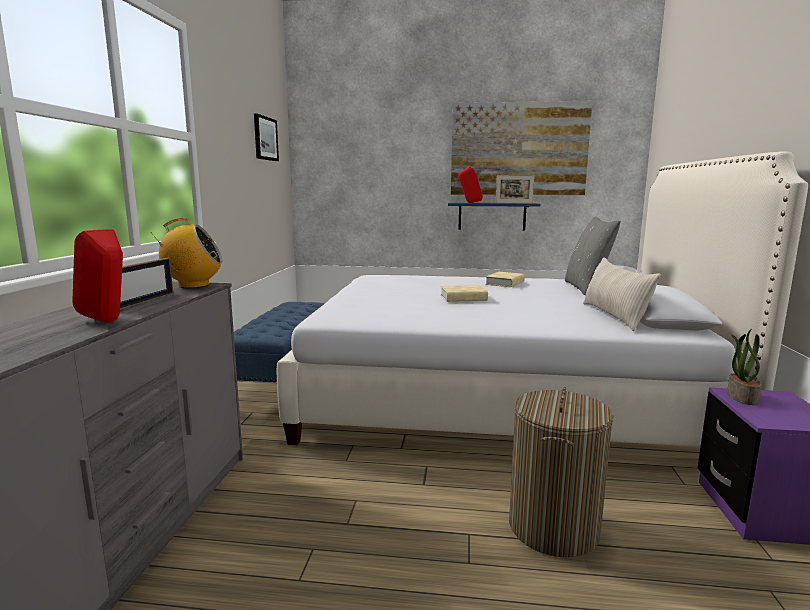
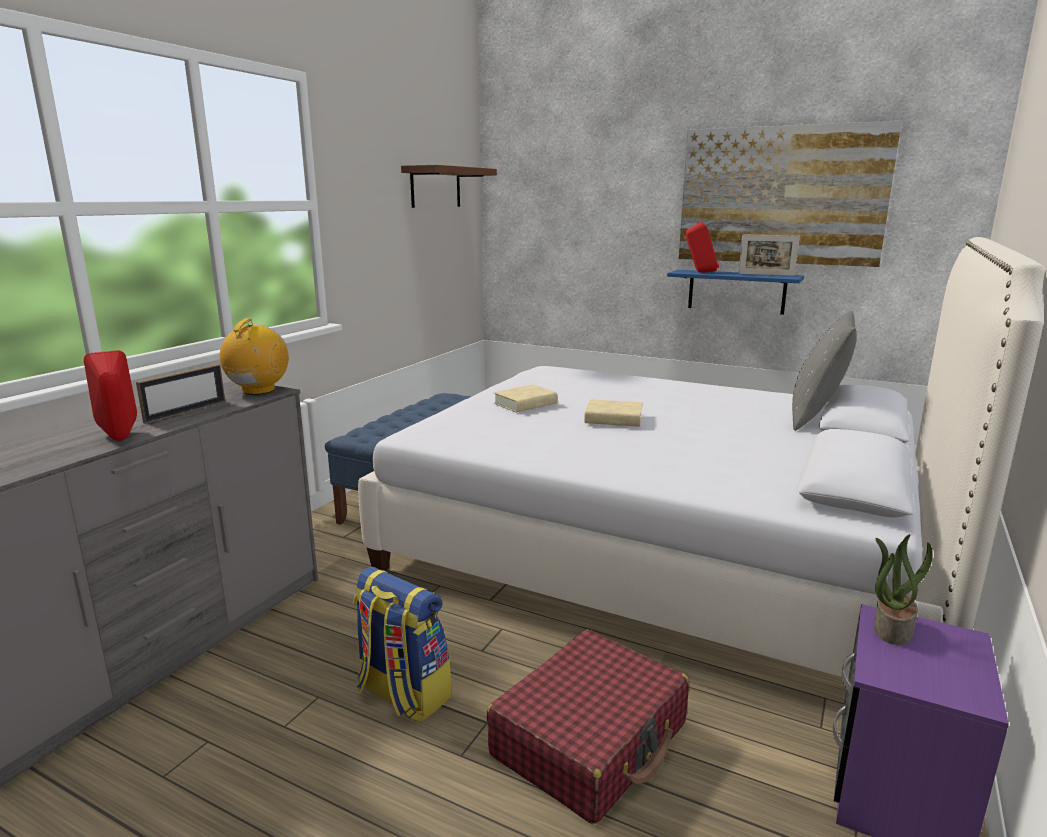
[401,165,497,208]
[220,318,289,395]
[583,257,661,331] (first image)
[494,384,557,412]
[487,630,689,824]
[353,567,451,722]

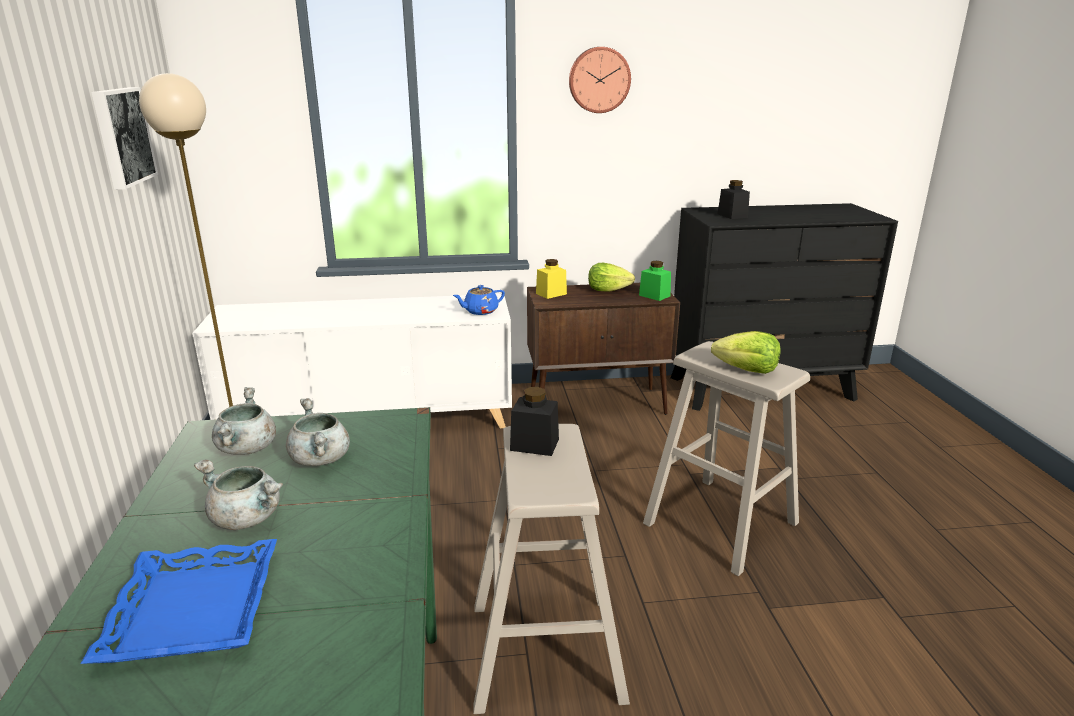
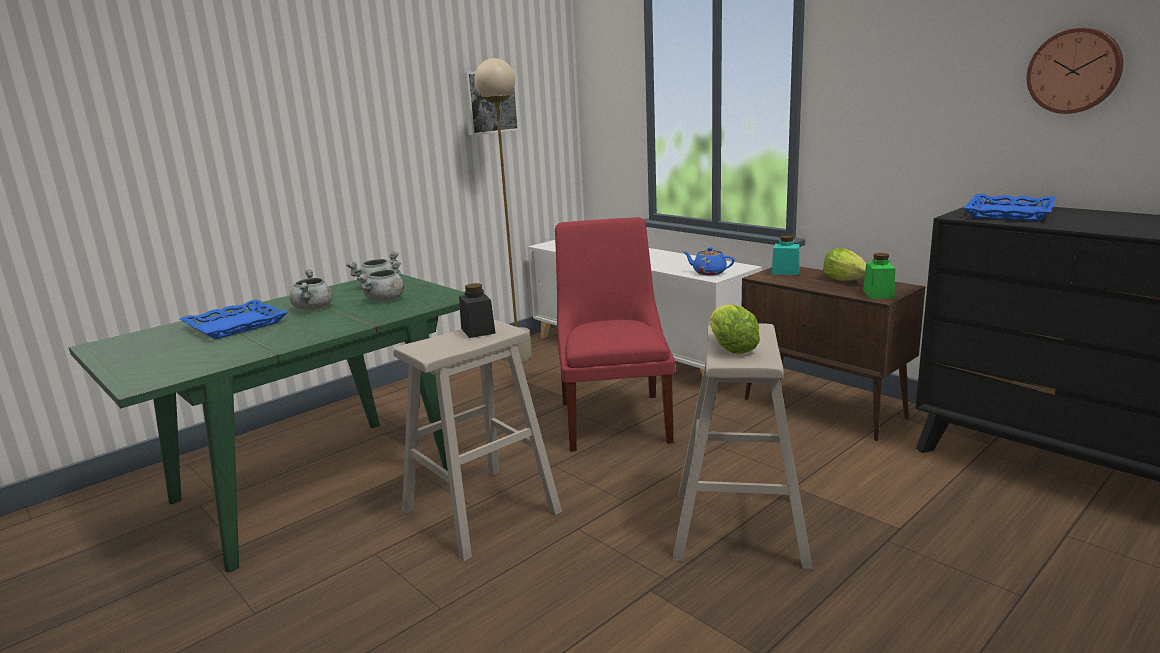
[1027,28,1123,114]
[963,194,1056,221]
[772,235,800,275]
[555,217,675,451]

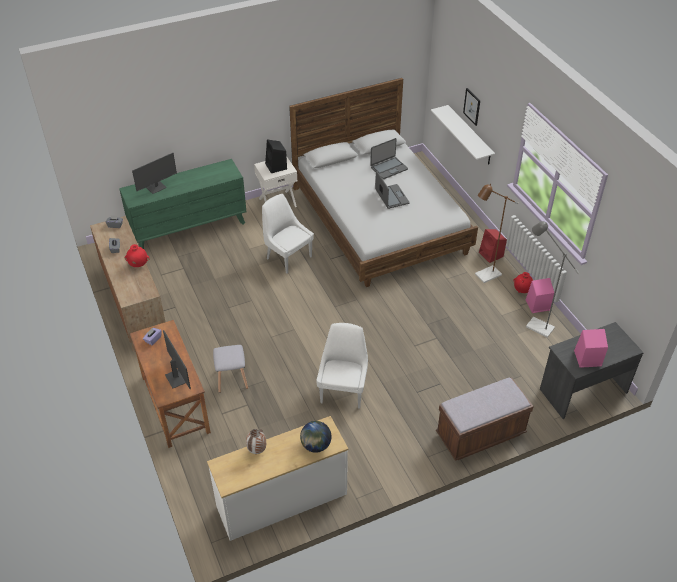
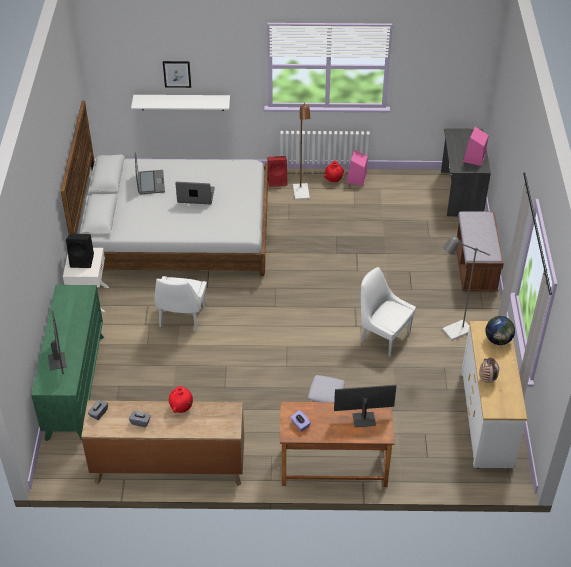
[154,276,207,331]
[442,236,491,340]

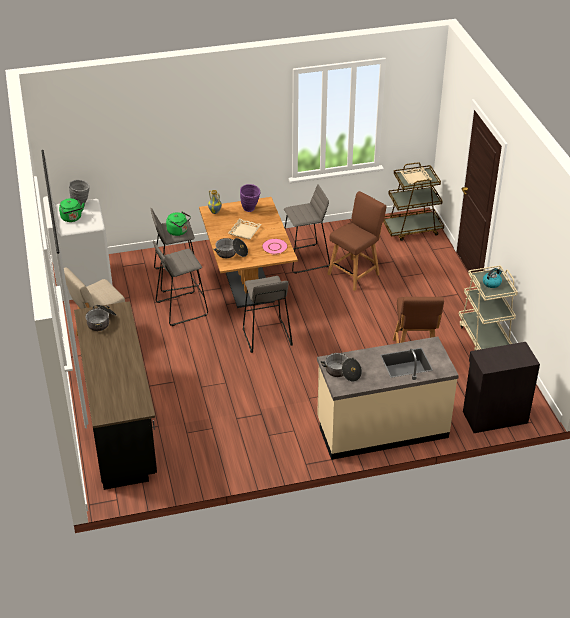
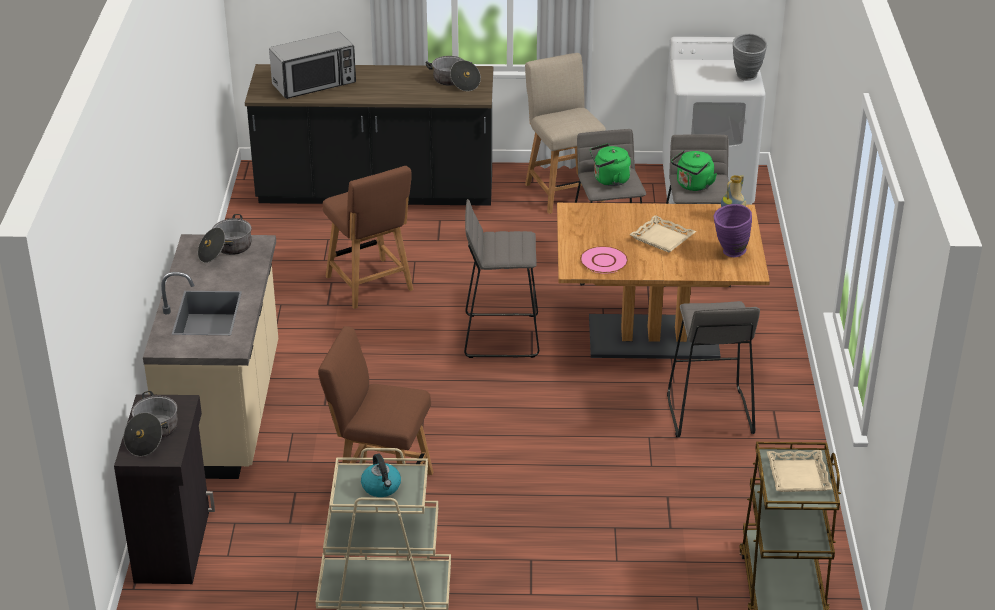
[323,166,414,309]
[590,143,631,186]
[124,391,178,457]
[269,32,356,99]

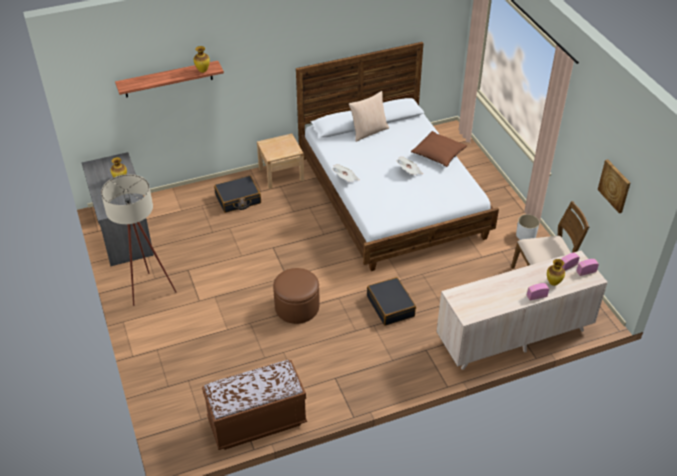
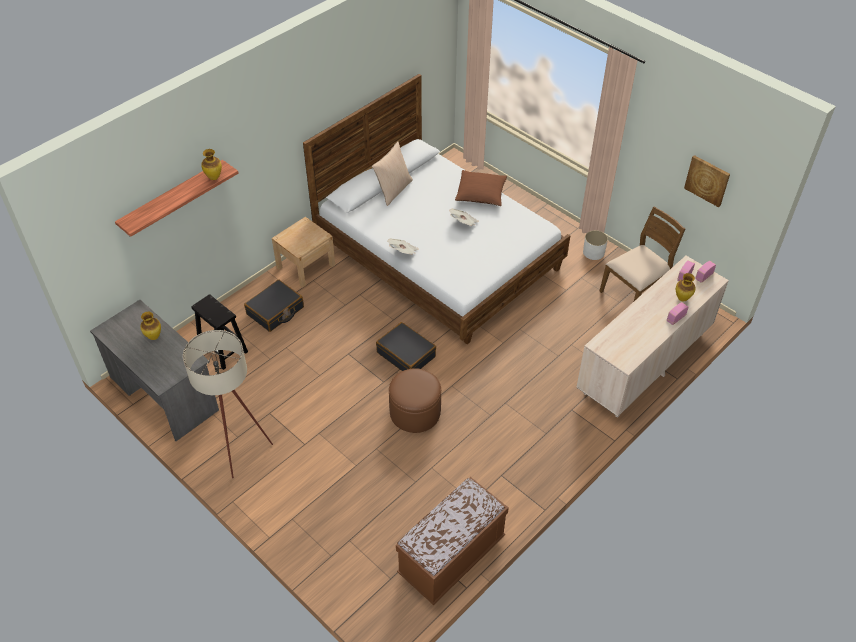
[376,322,436,371]
[191,294,248,370]

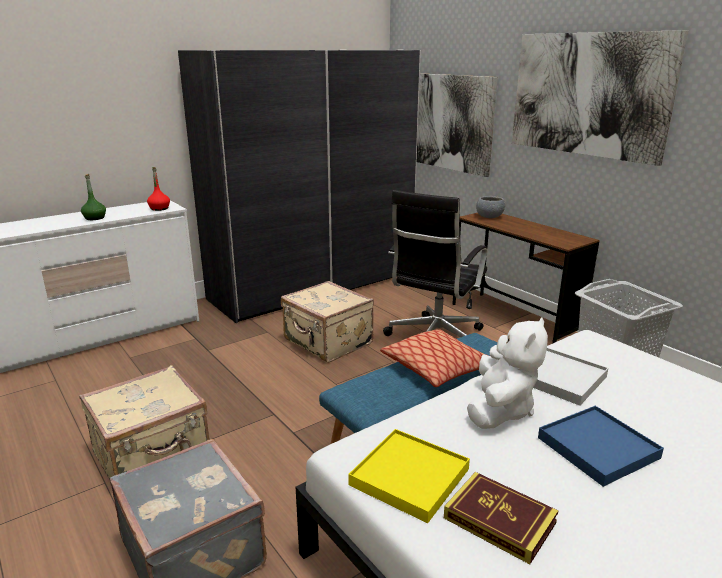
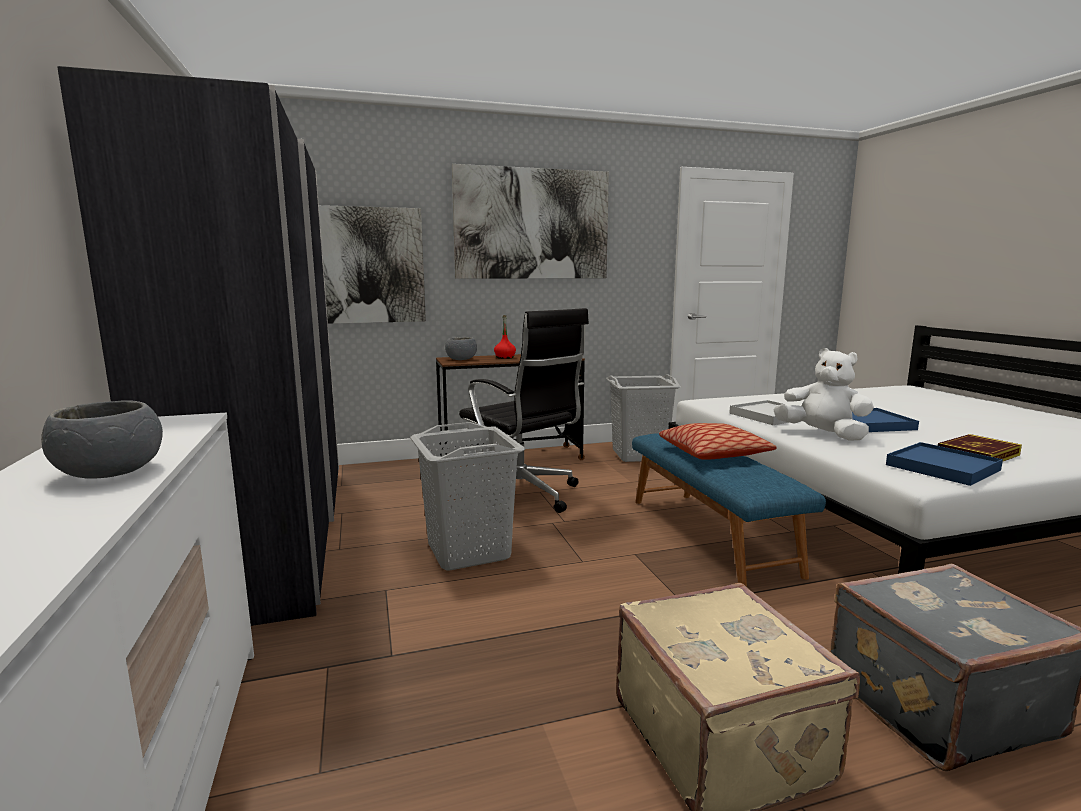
[494,315,516,359]
[41,400,163,479]
[410,422,525,571]
[886,442,1003,486]

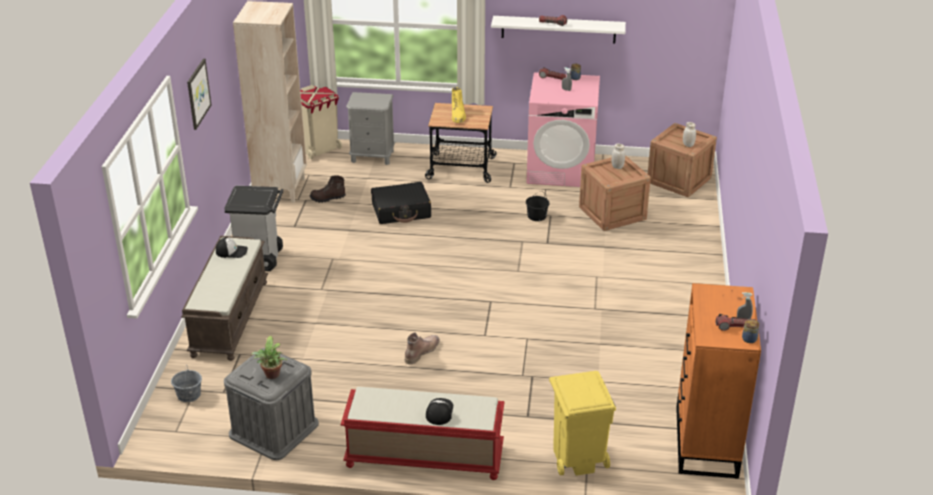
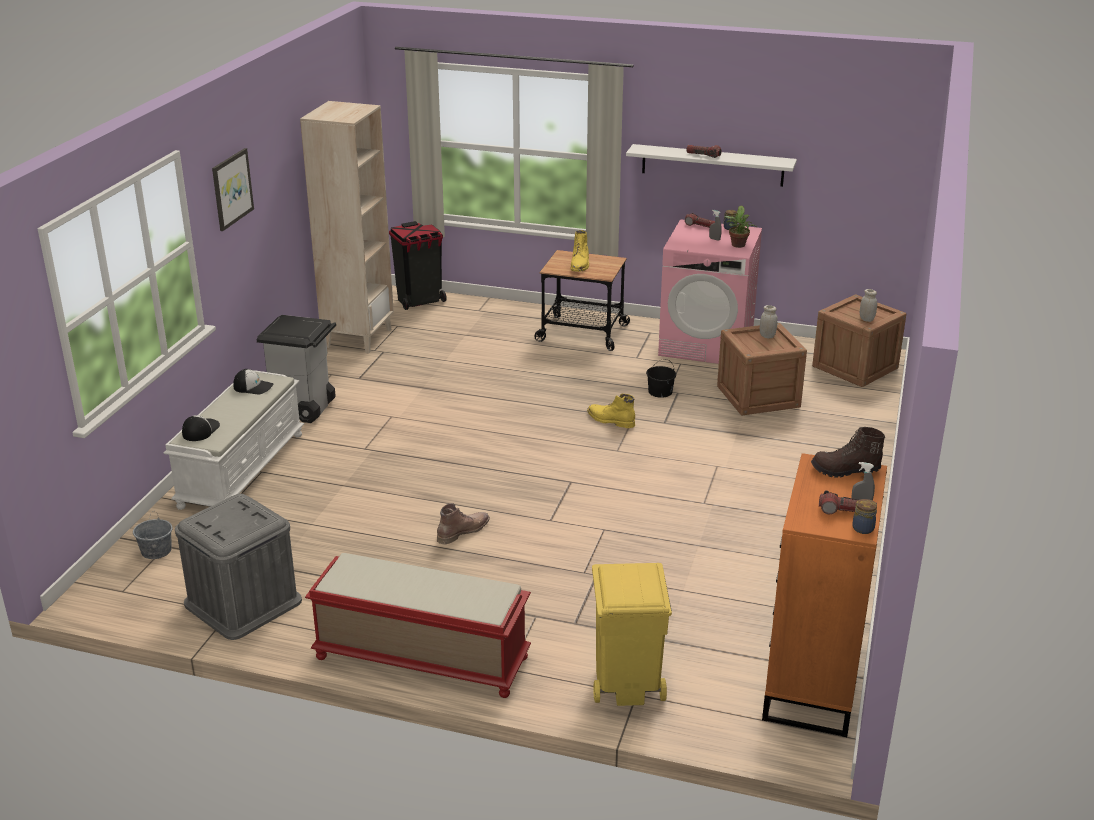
[389,221,447,310]
[346,92,395,165] (first image)
[811,427,885,478]
[371,182,431,224] (first image)
[164,370,304,510]
[724,206,757,248]
[182,415,220,441]
[587,393,635,428]

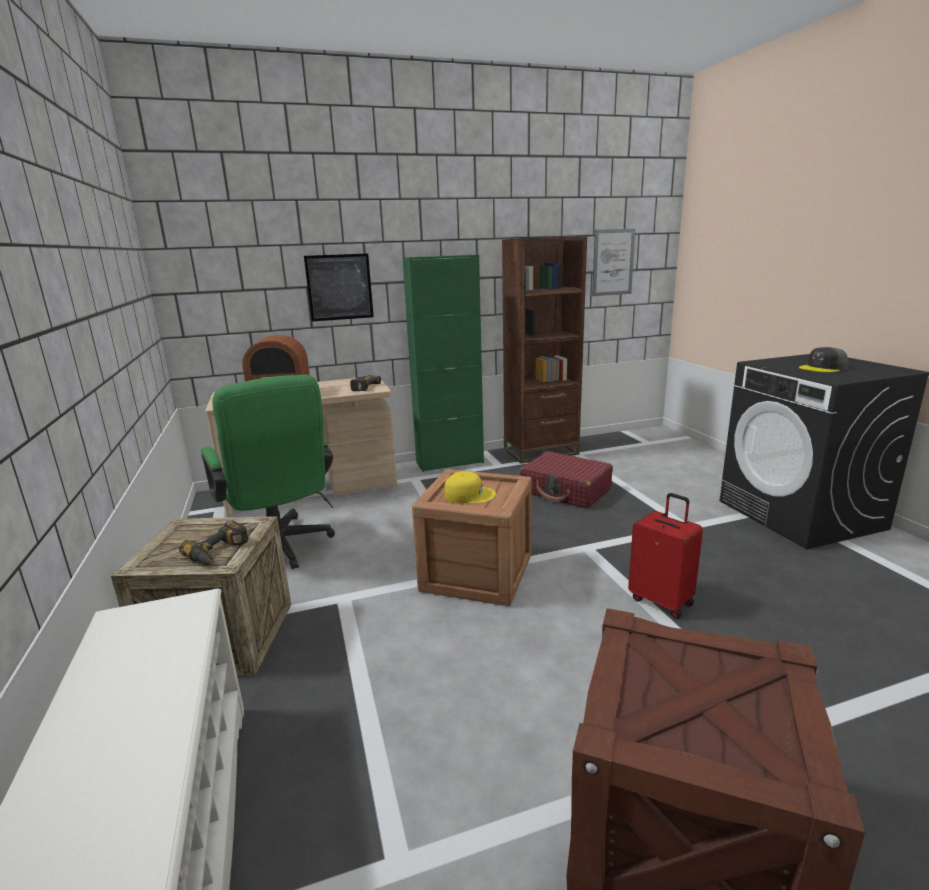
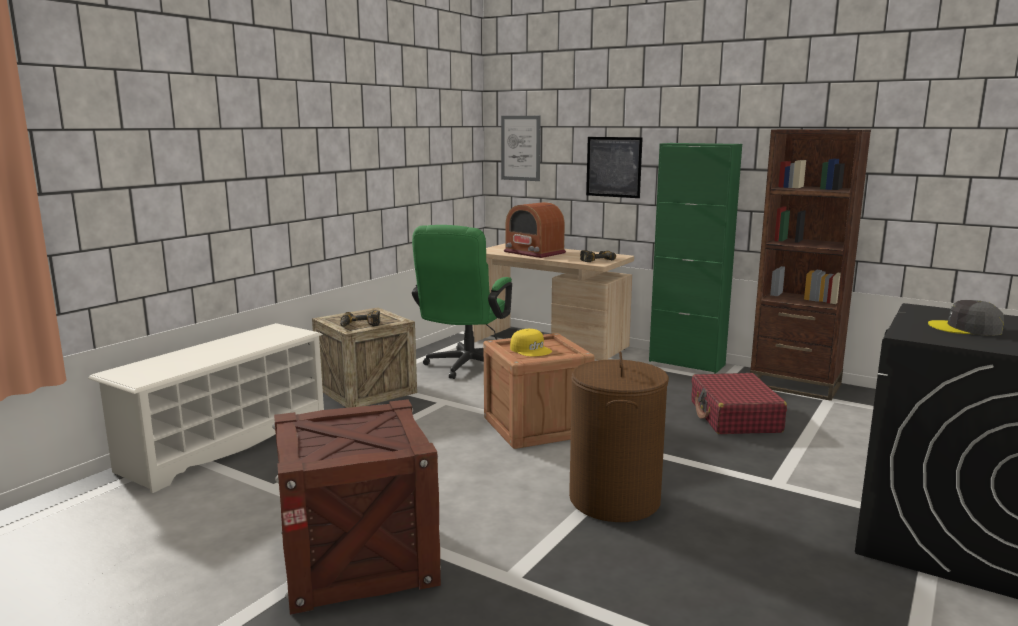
[501,116,541,181]
[569,351,669,522]

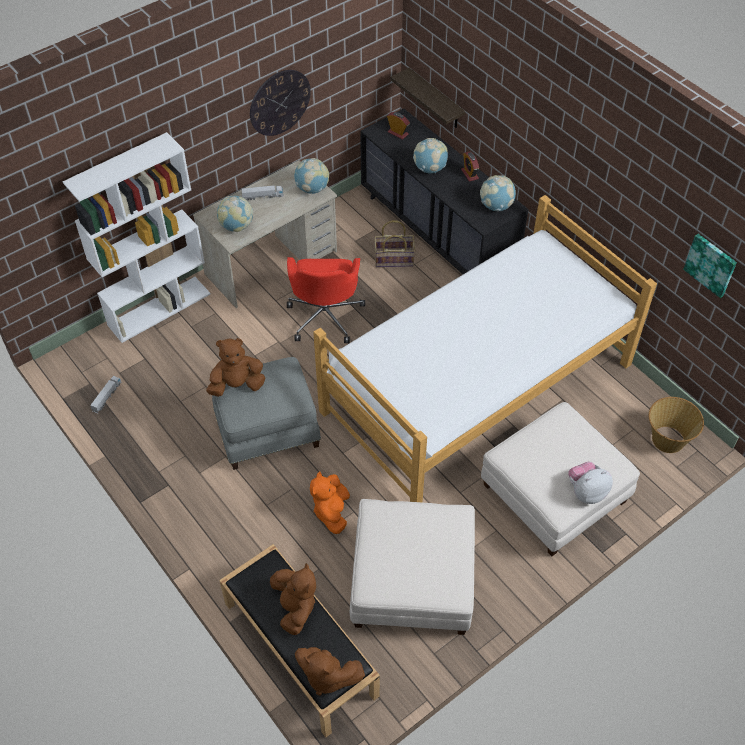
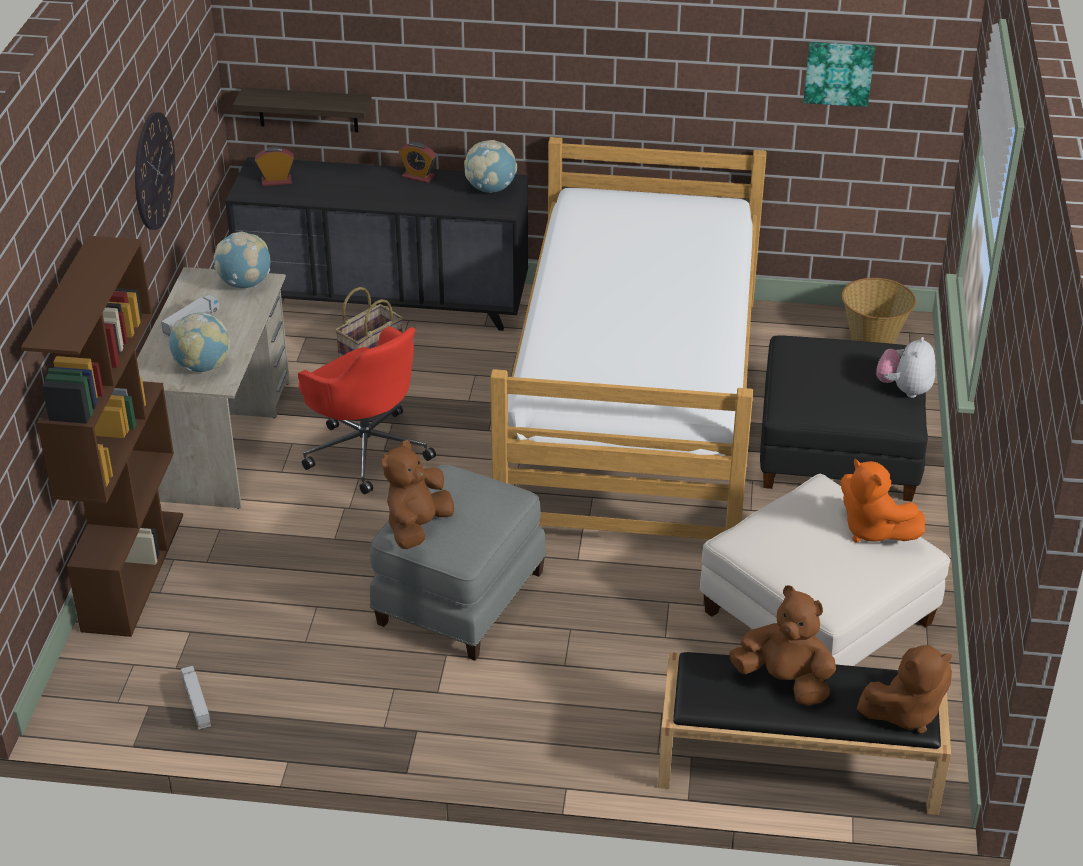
[21,236,183,637]
[413,138,448,173] (first image)
[760,335,928,501]
[840,458,925,543]

